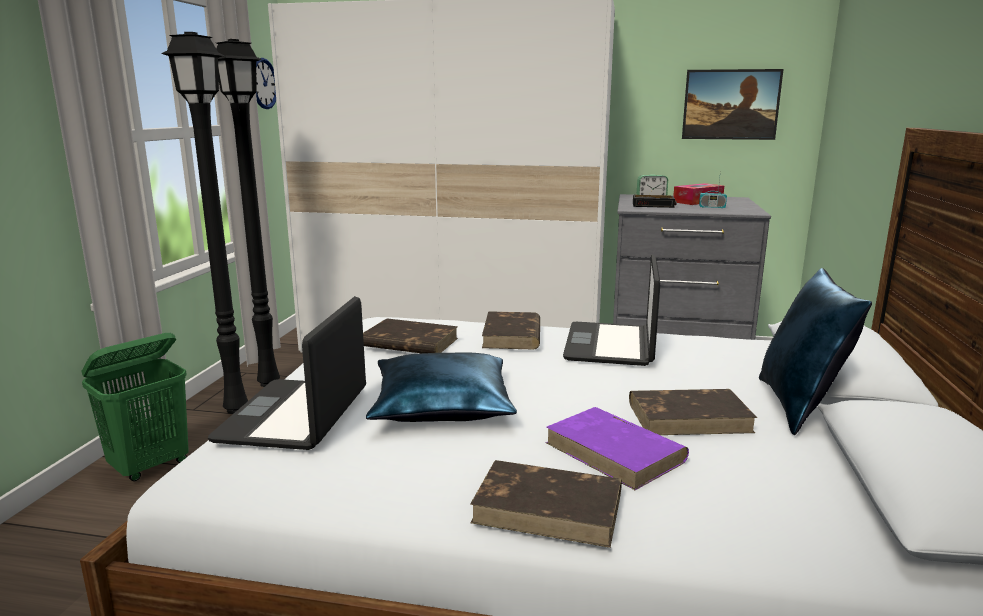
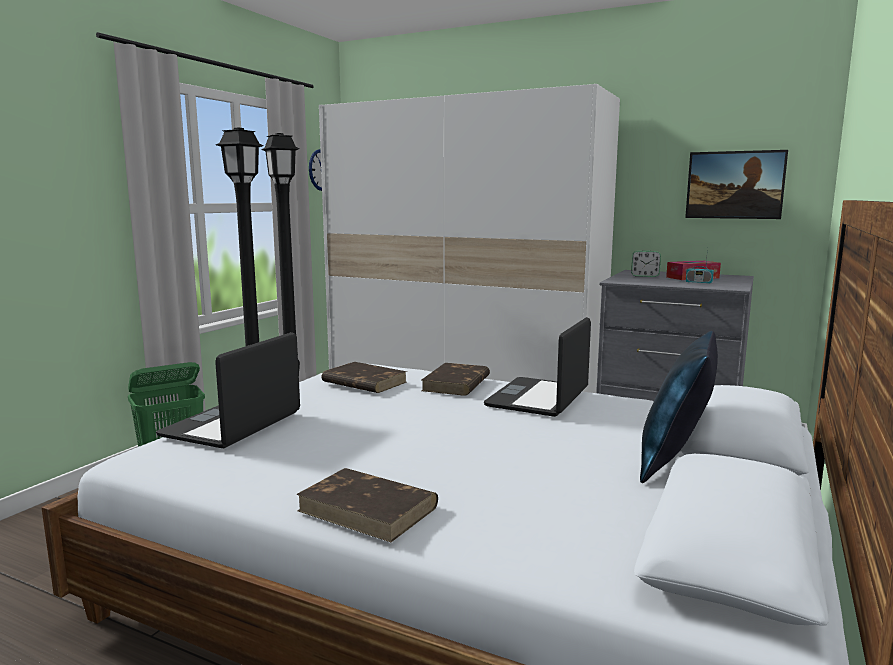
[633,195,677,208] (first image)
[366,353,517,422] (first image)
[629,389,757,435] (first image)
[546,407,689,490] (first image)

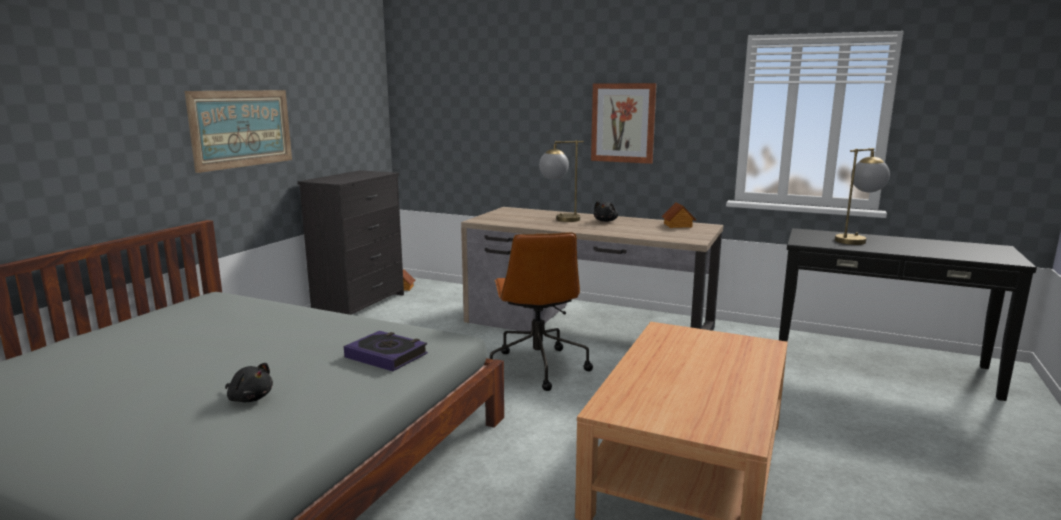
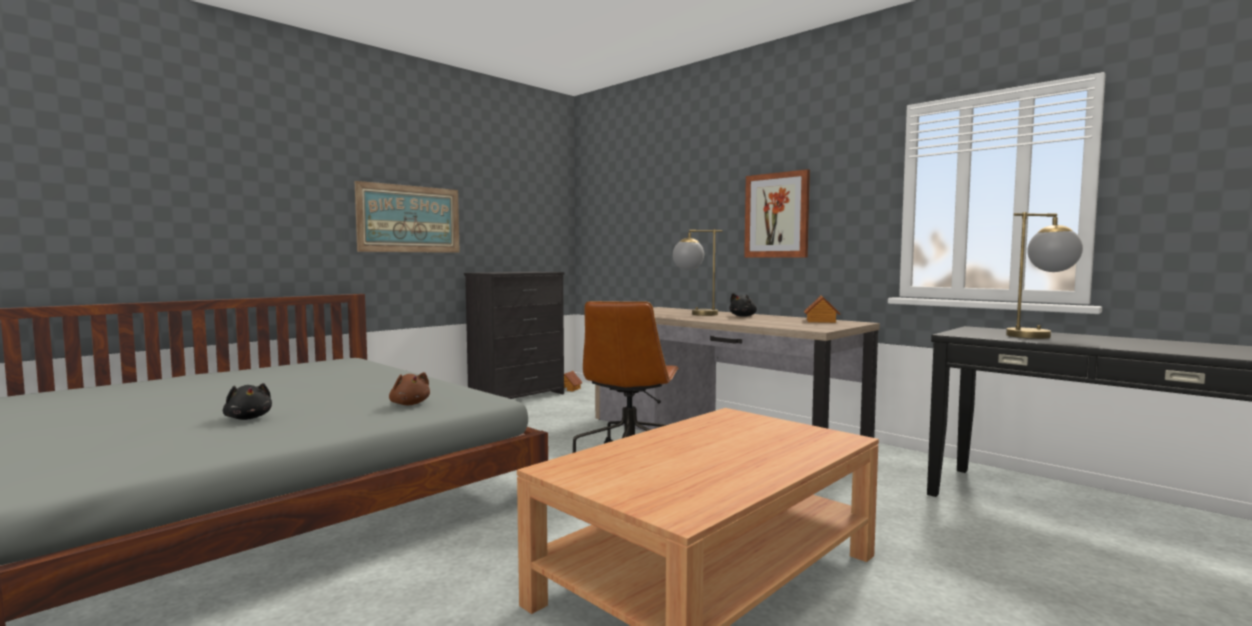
[389,372,430,405]

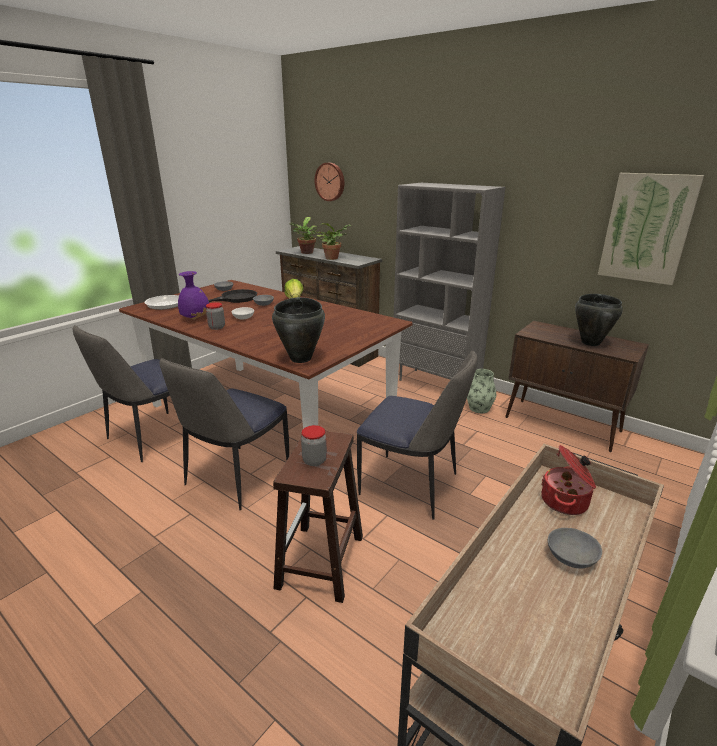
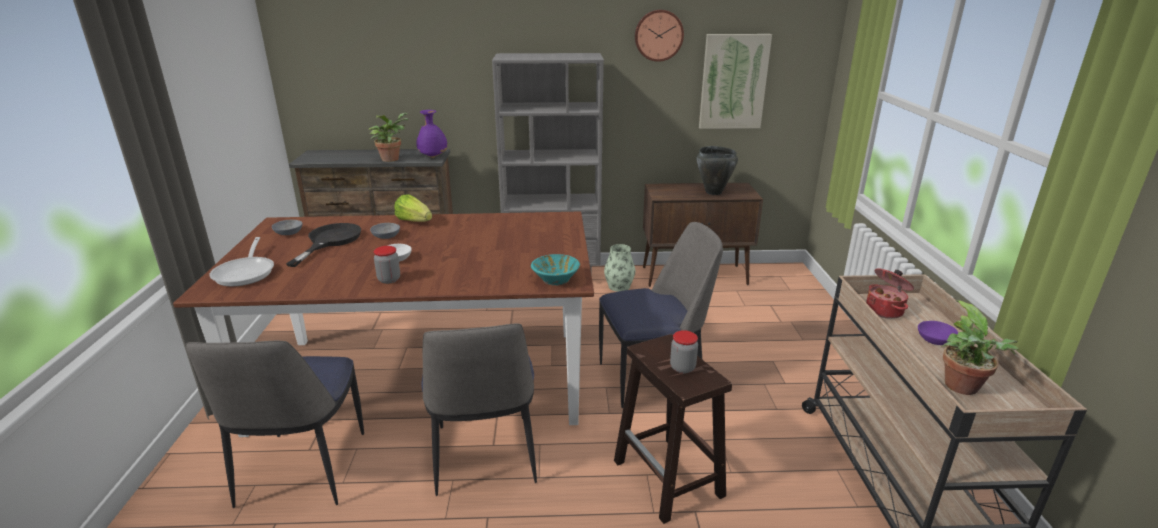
[635,10,684,62]
[941,300,1019,395]
[416,110,447,158]
[531,254,580,286]
[918,321,958,345]

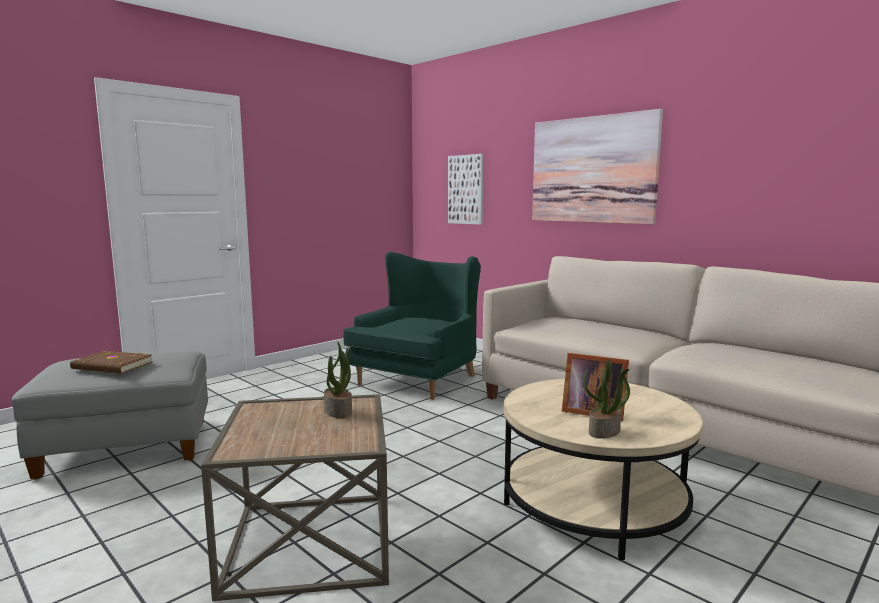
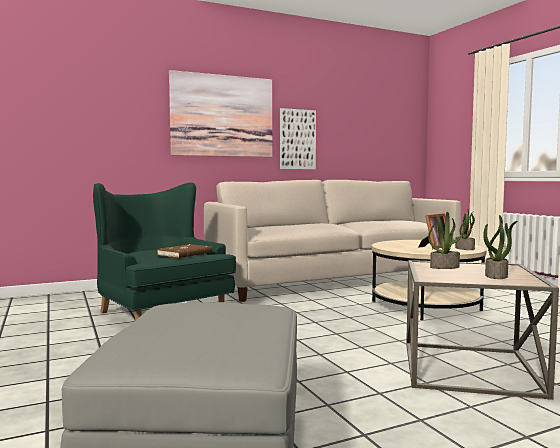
[280,108,316,169]
[156,244,212,258]
[483,215,517,279]

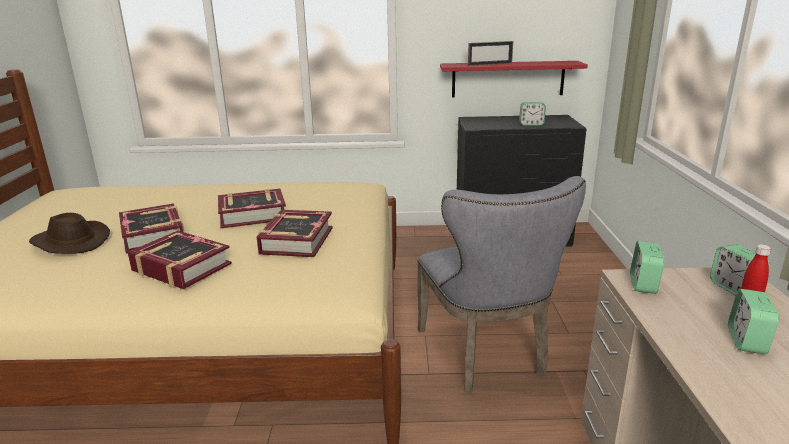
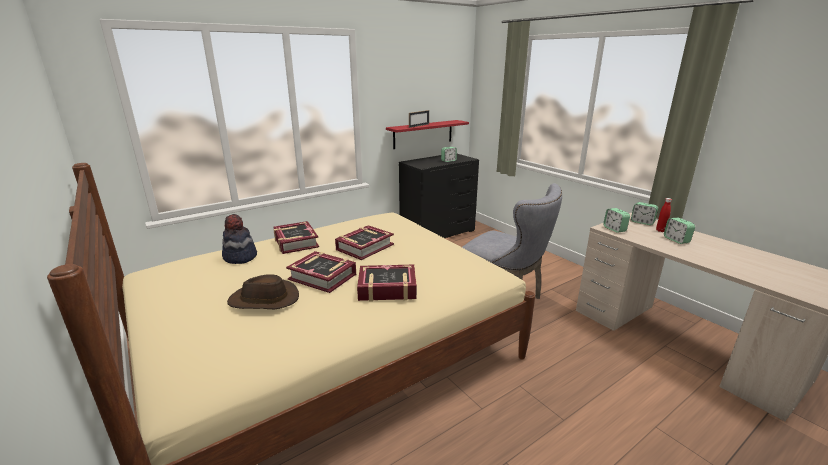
[273,221,319,254]
[222,214,257,264]

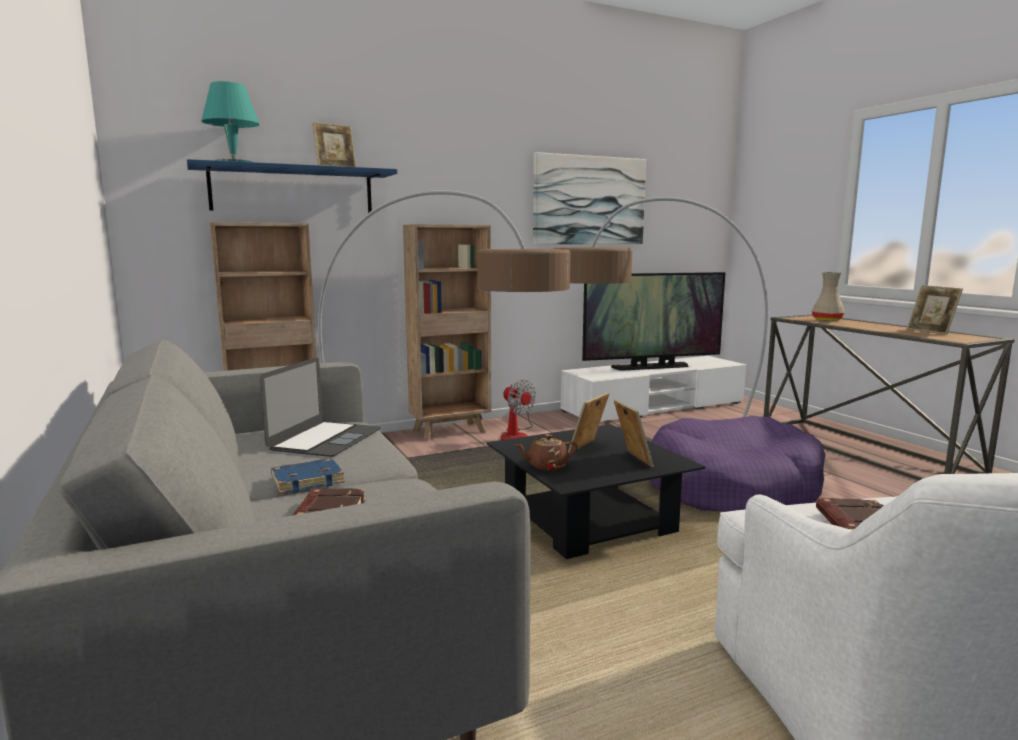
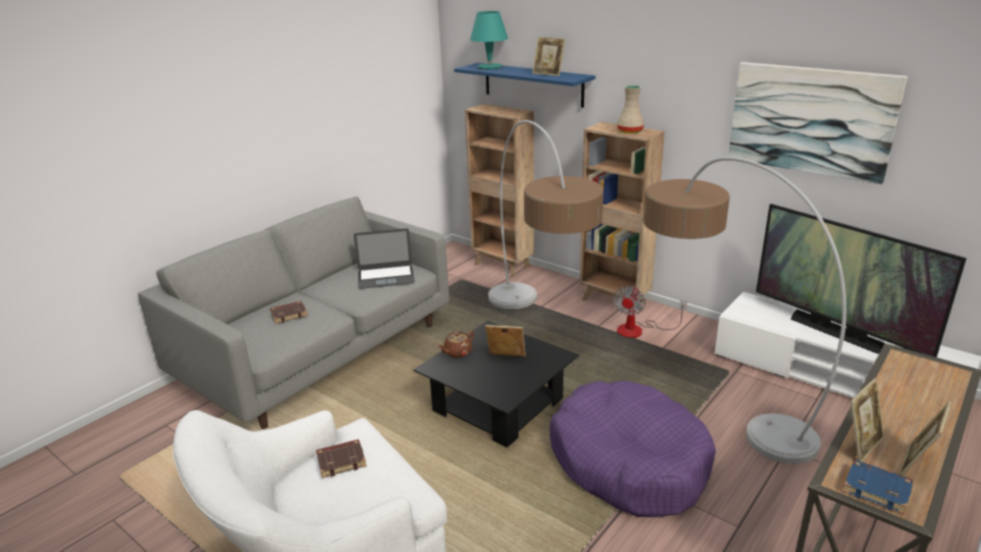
[617,85,644,133]
[850,378,885,462]
[438,332,474,358]
[843,460,913,514]

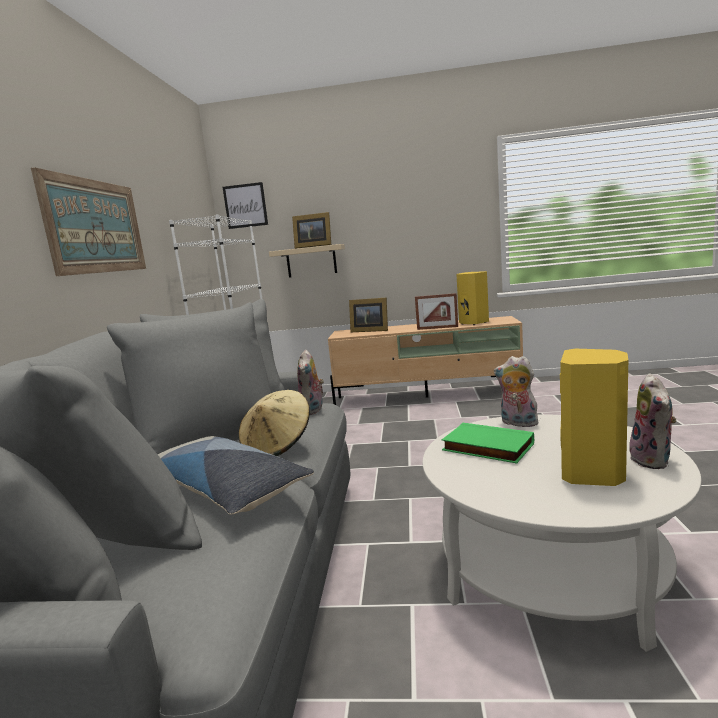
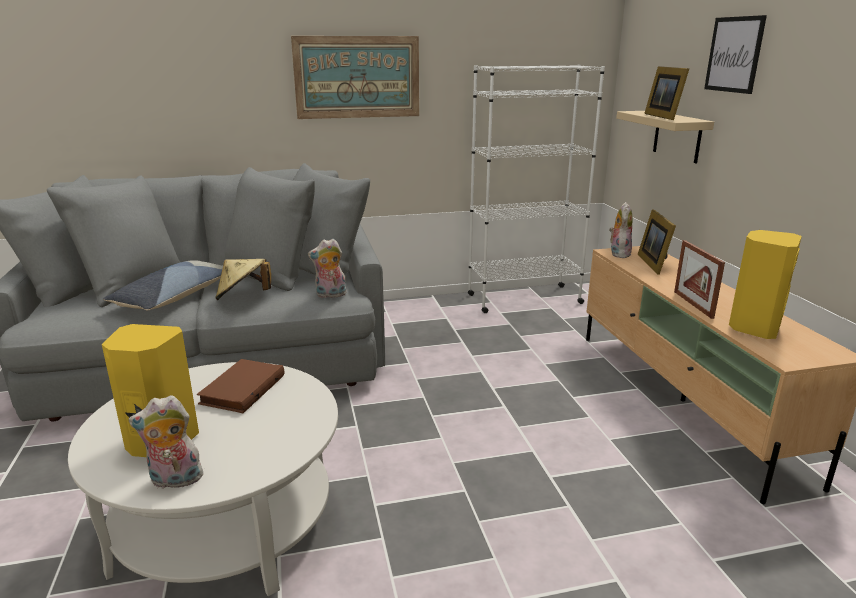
[704,15,767,94]
[609,202,633,258]
[197,359,285,413]

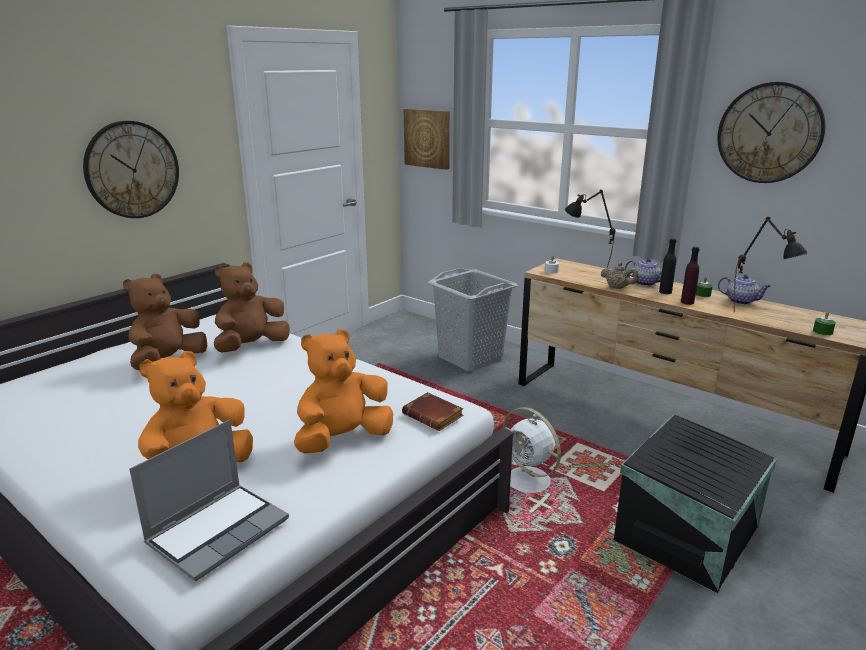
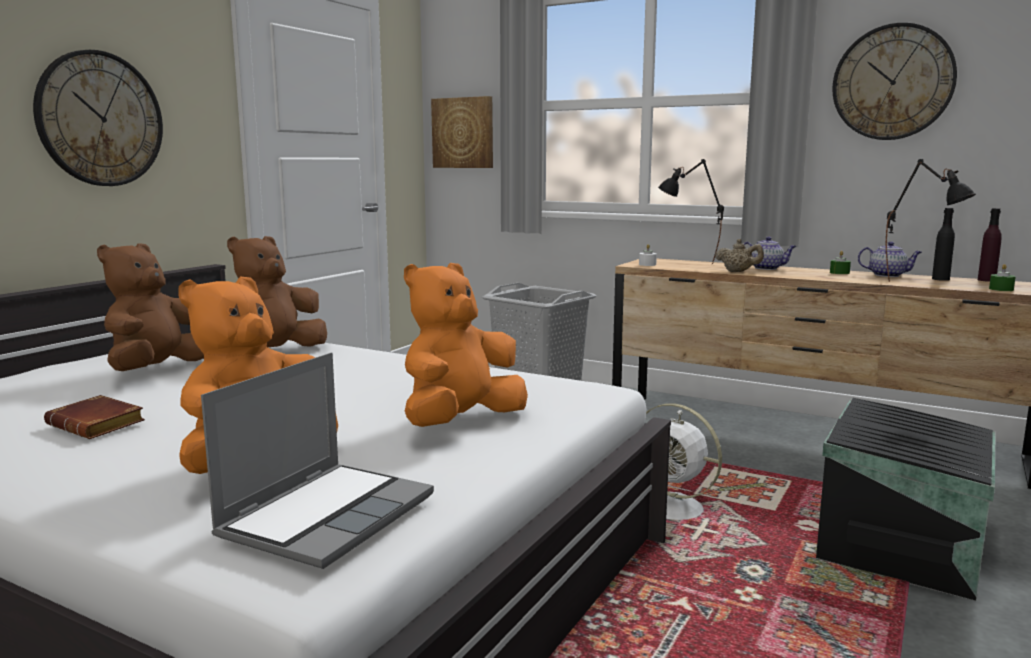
[932,208,955,281]
[978,208,1002,282]
[44,395,145,439]

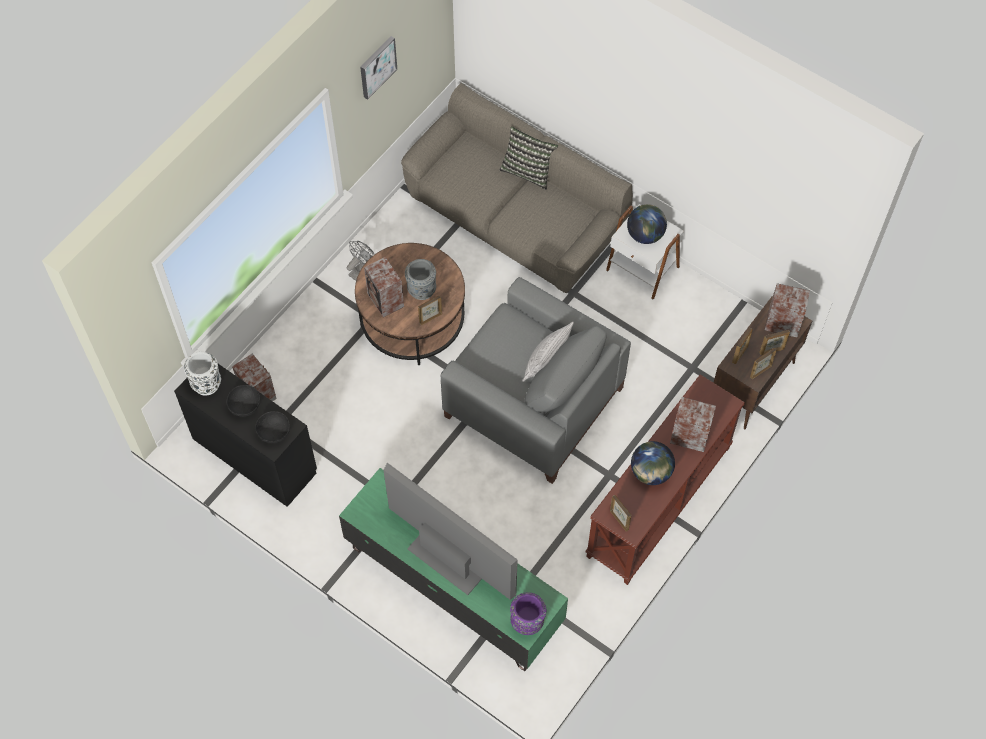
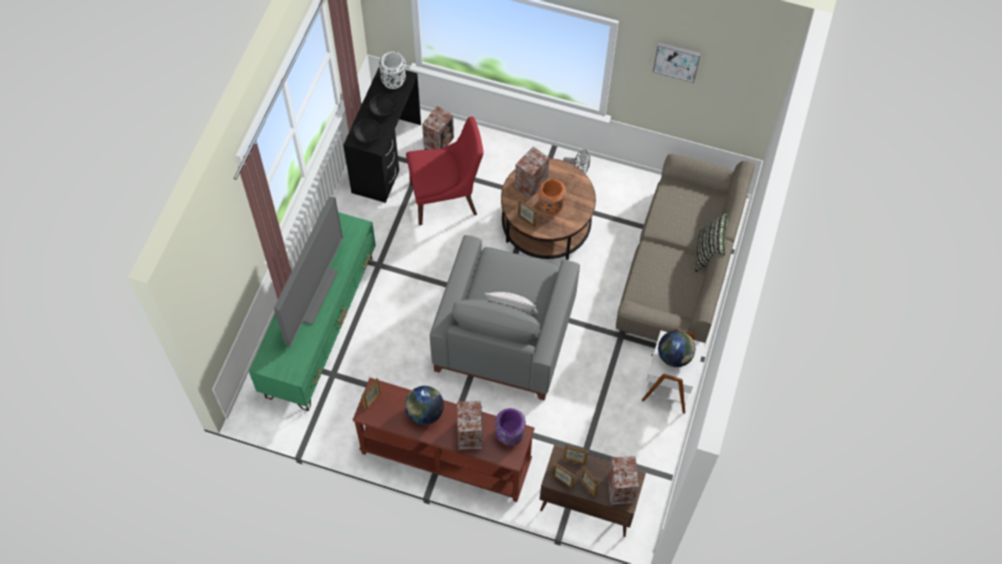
[538,179,566,215]
[495,408,526,446]
[406,117,484,225]

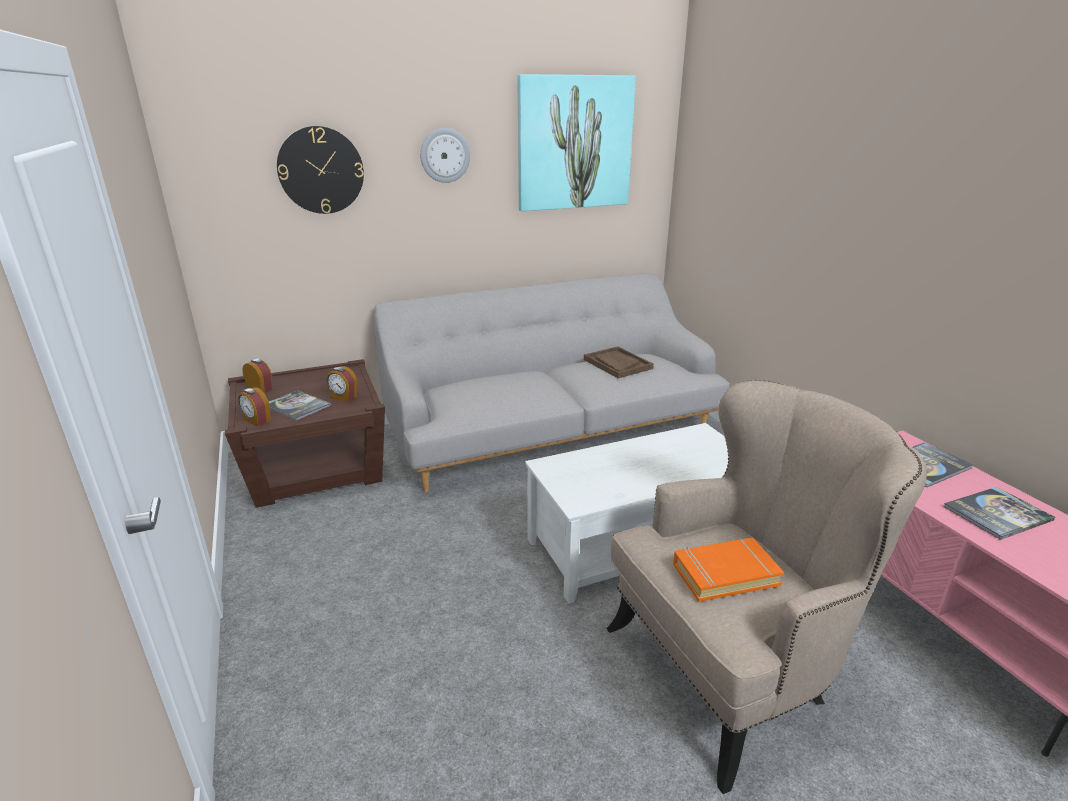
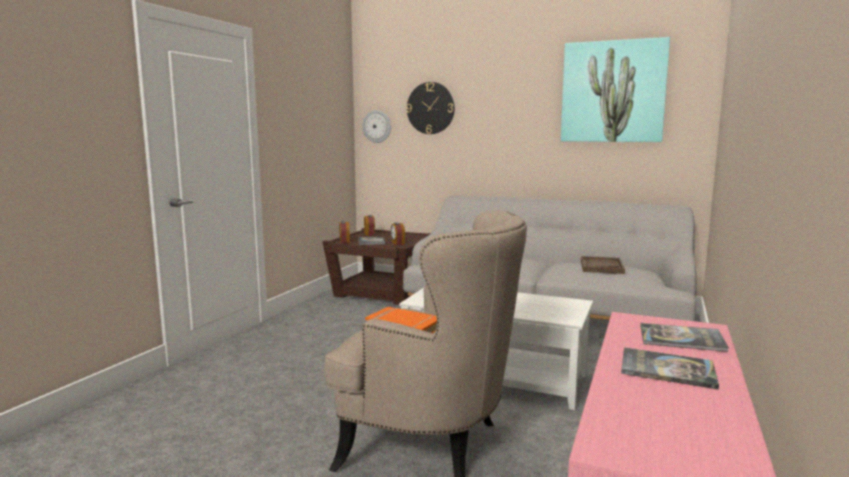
[362,110,391,143]

